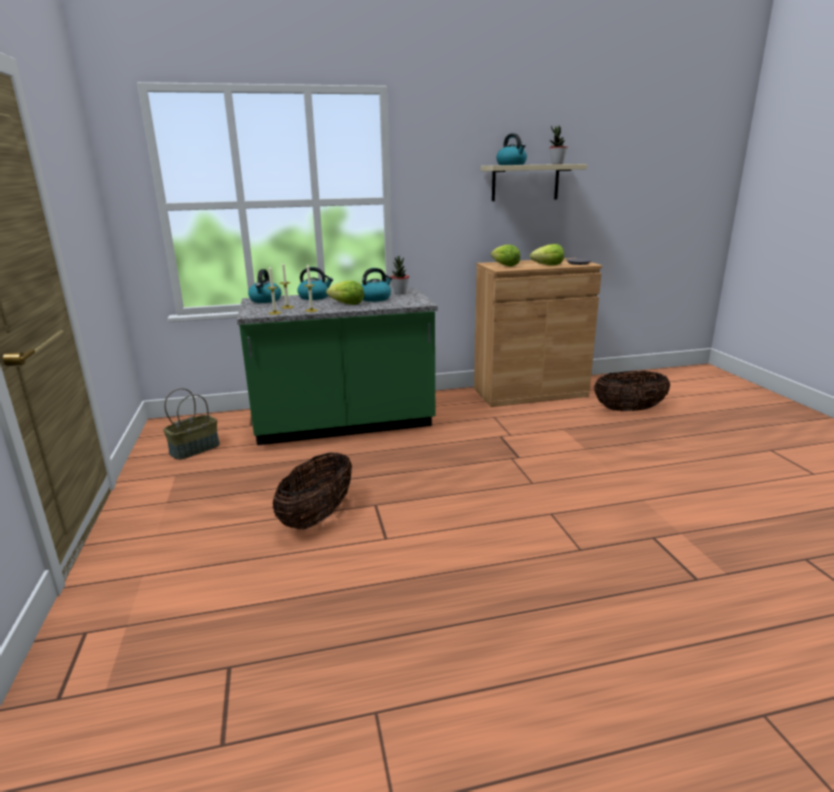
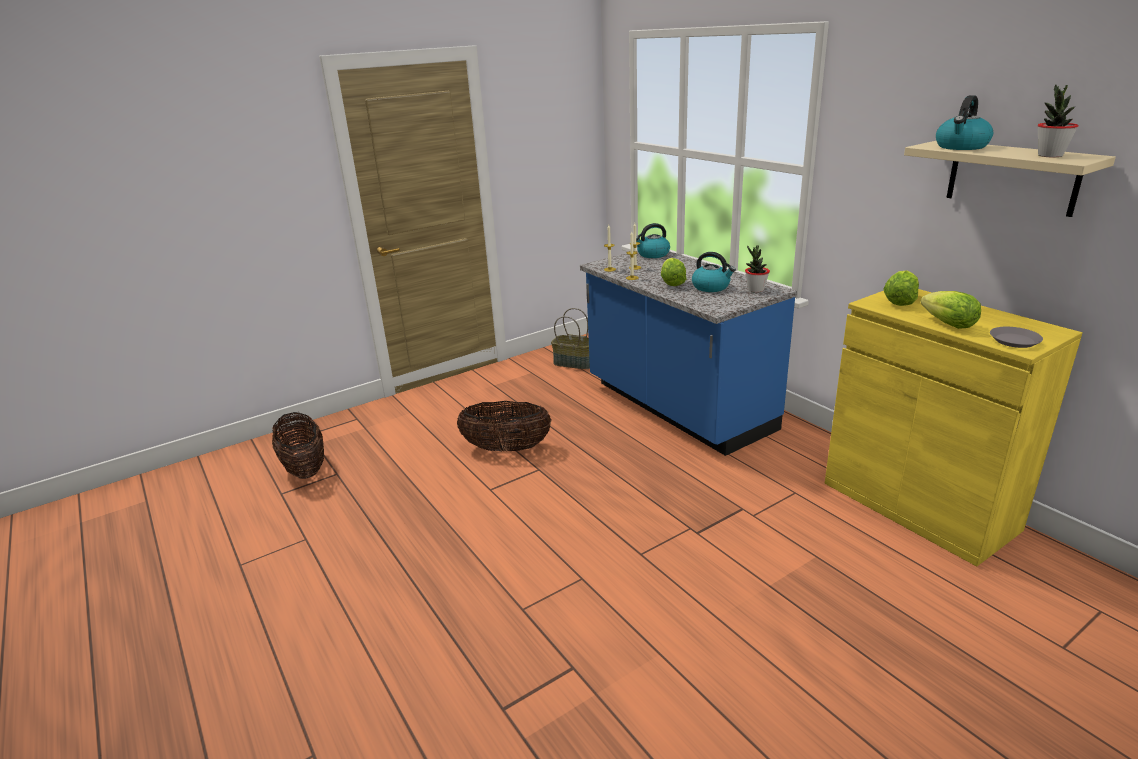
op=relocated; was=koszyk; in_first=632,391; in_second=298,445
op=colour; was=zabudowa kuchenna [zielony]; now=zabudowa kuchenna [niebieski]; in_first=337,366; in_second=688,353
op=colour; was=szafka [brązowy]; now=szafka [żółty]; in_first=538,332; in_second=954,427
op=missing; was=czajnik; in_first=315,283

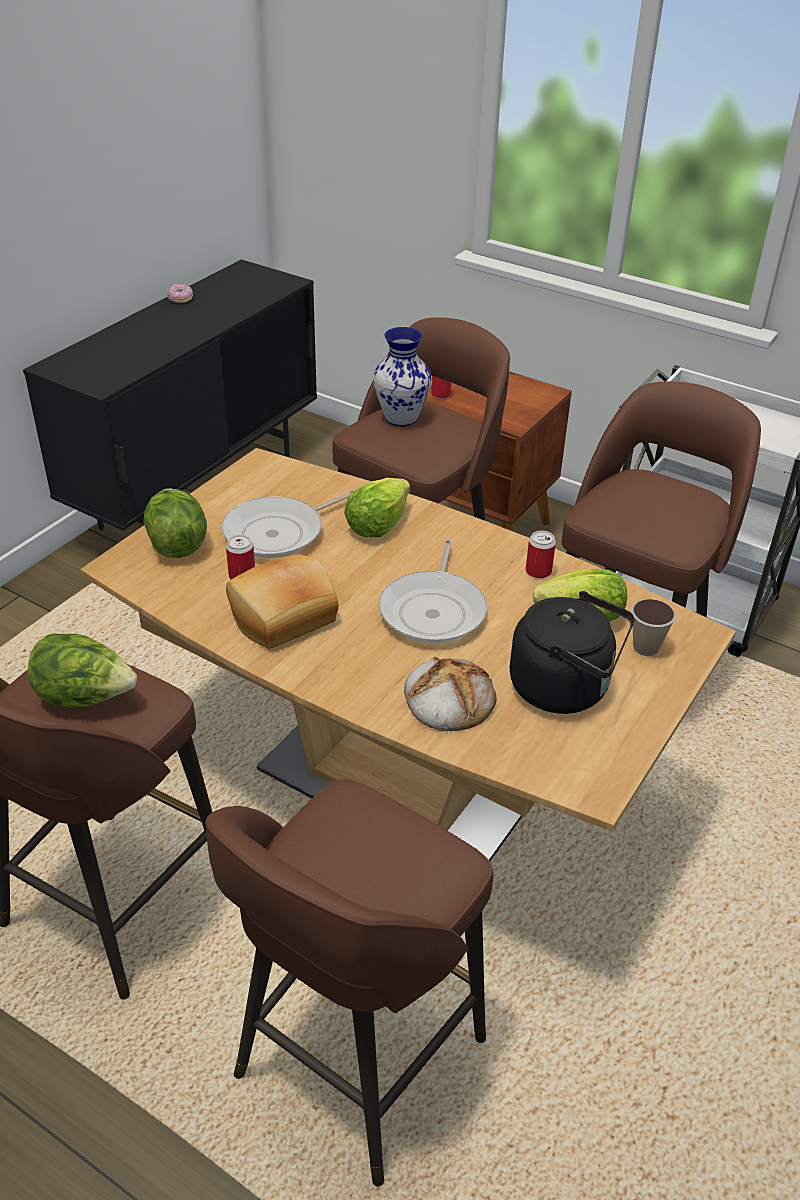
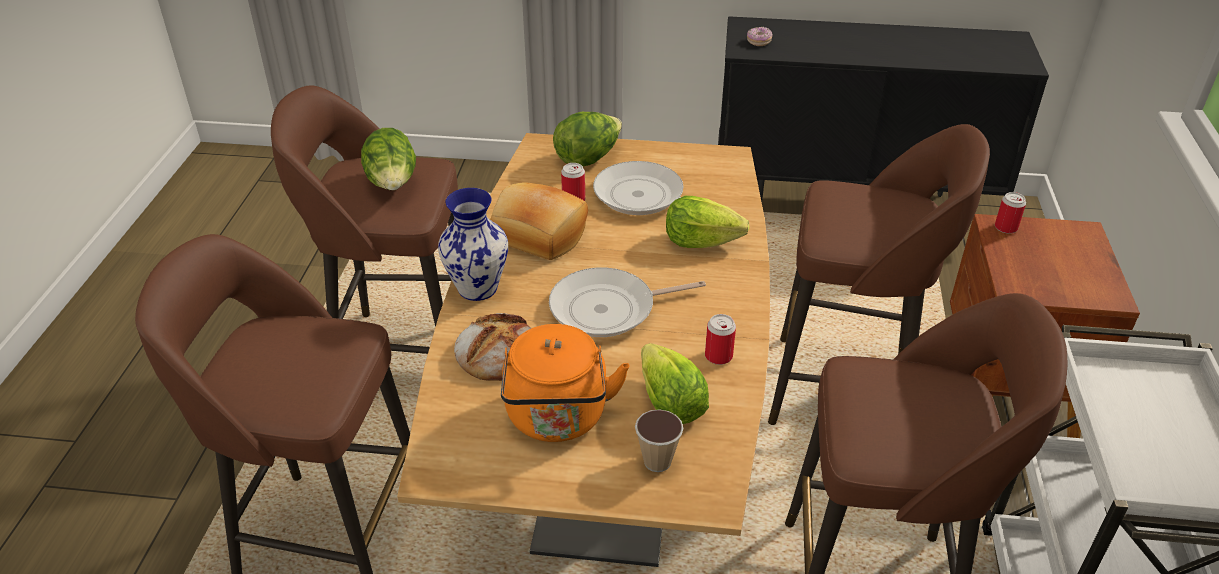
op=relocated; was=wazon; in_first=402,376; in_second=473,244
op=colour; was=czajnik [czarny]; now=czajnik [pomarańczowy]; in_first=572,652; in_second=565,383
op=relocated; was=donut; in_first=180,293; in_second=760,36

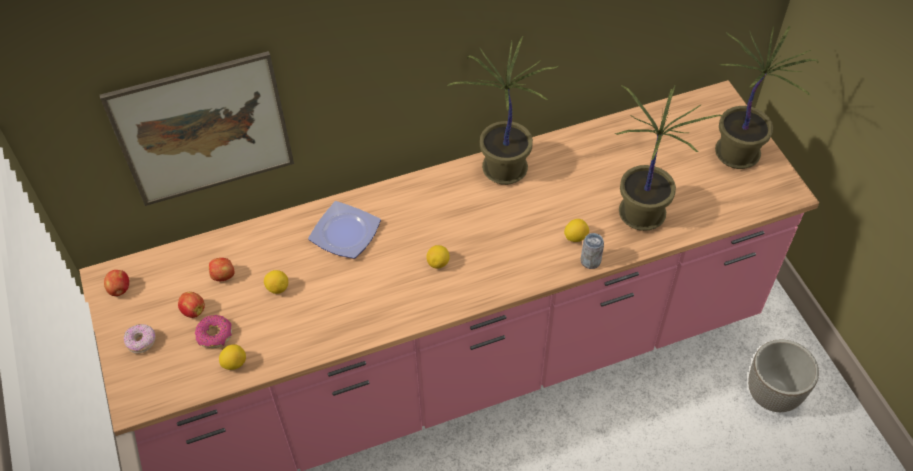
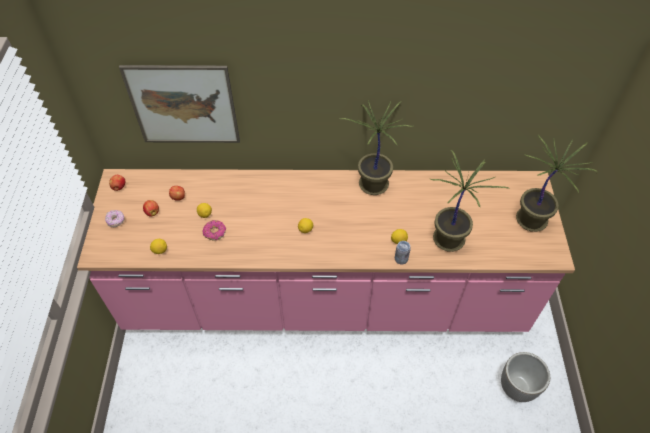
op=relocated; was=donut; in_first=213,331; in_second=214,230
op=missing; was=talerz; in_first=344,230

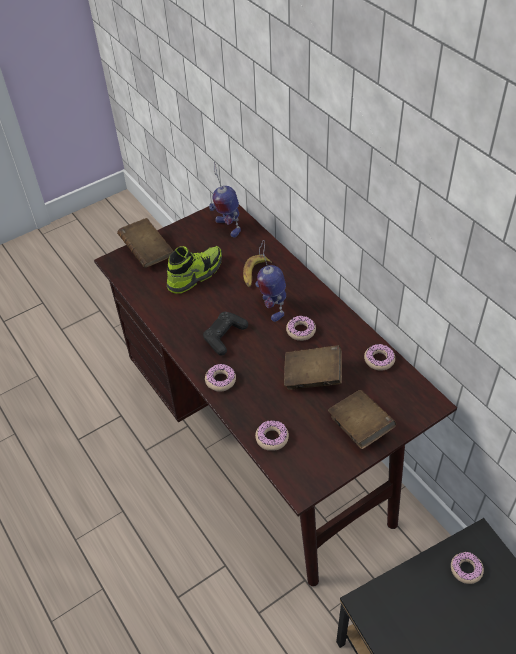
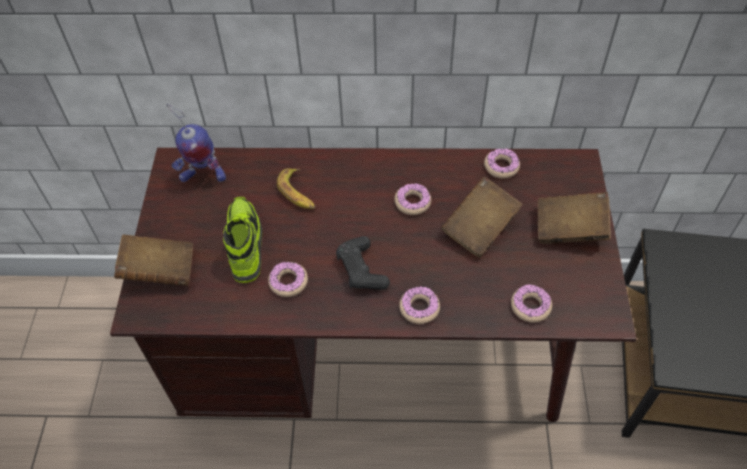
op=relocated; was=donut; in_first=467,568; in_second=288,279
op=missing; was=robot zabawkowy; in_first=270,281

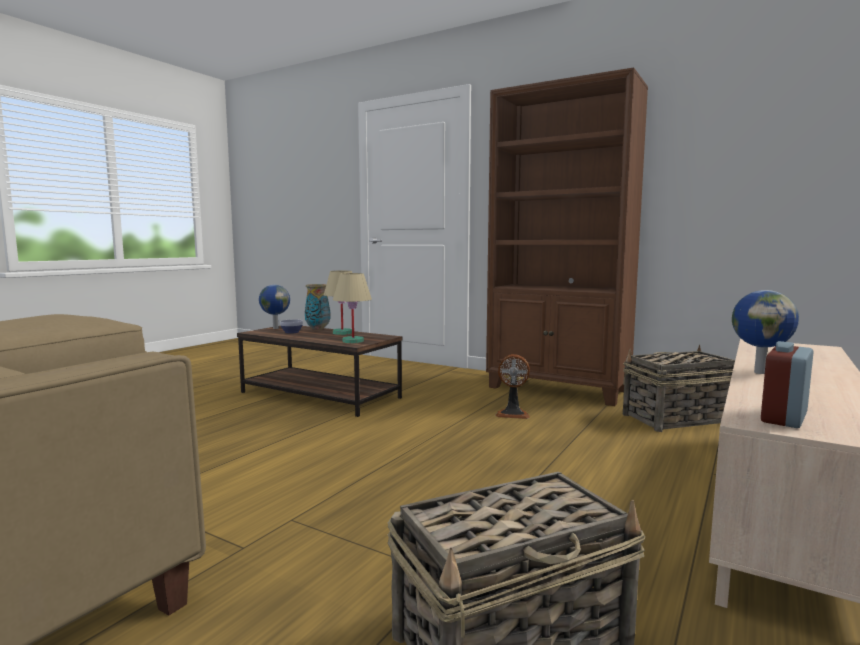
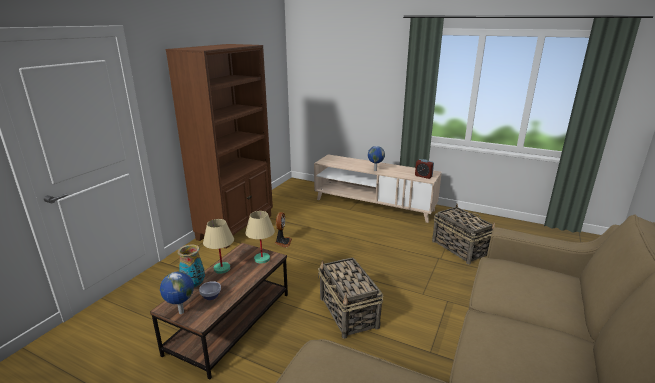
op=relocated; was=koszyk; in_first=679,388; in_second=350,298

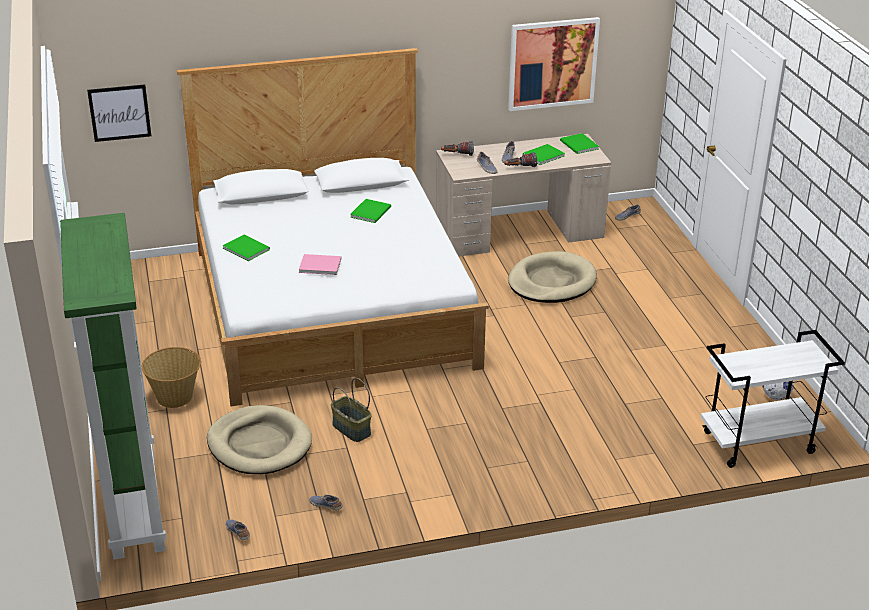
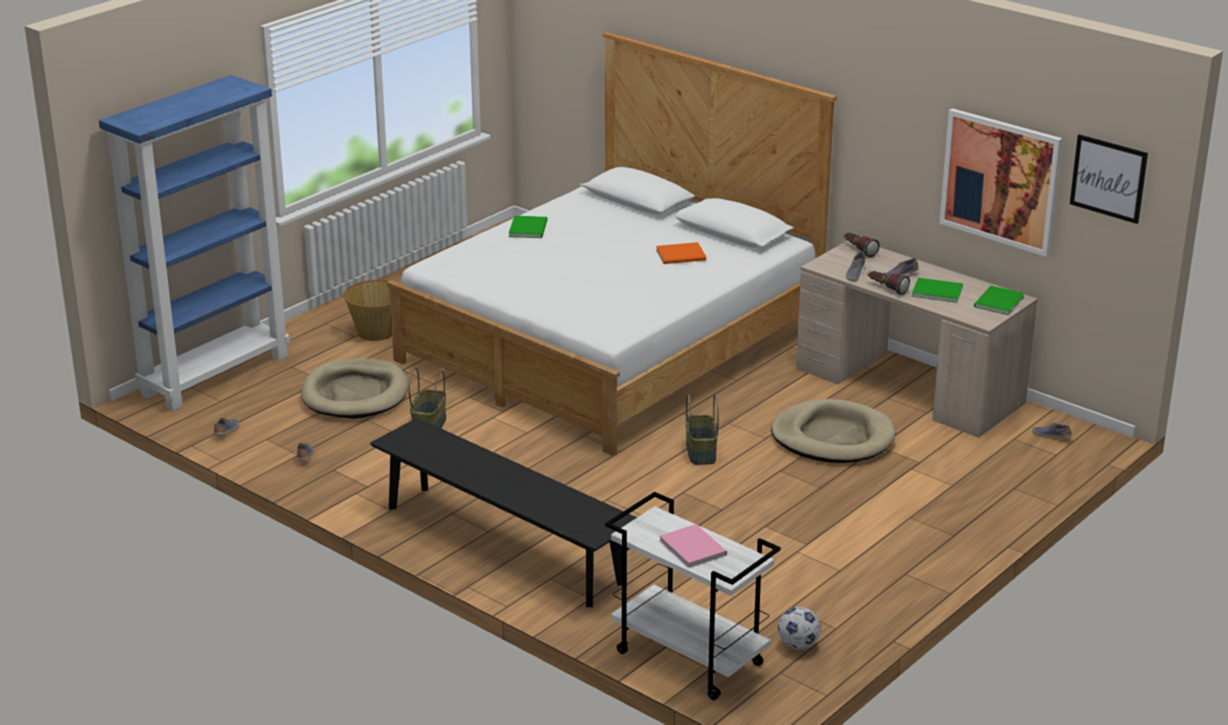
op=colour; was=regał [zielony]; now=regał [niebieski]; in_first=113,386; in_second=194,243
op=appeared; now=ławka [czarny]; in_second=503,512
op=colour; was=książka [zielony]; now=książka [pomarańczowy]; in_first=370,211; in_second=681,253
op=relocated; was=książka [różowy]; in_first=320,264; in_second=693,546
op=appeared; now=koszyk; in_second=702,429
op=relocated; was=obraz; in_first=119,113; in_second=1109,179

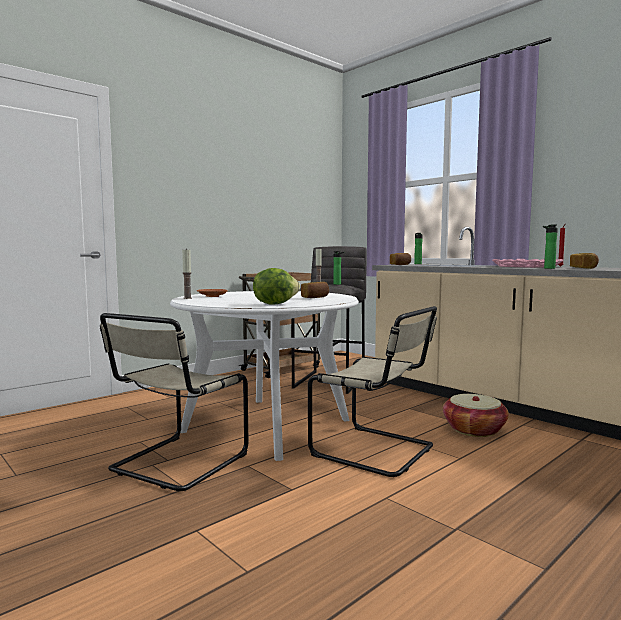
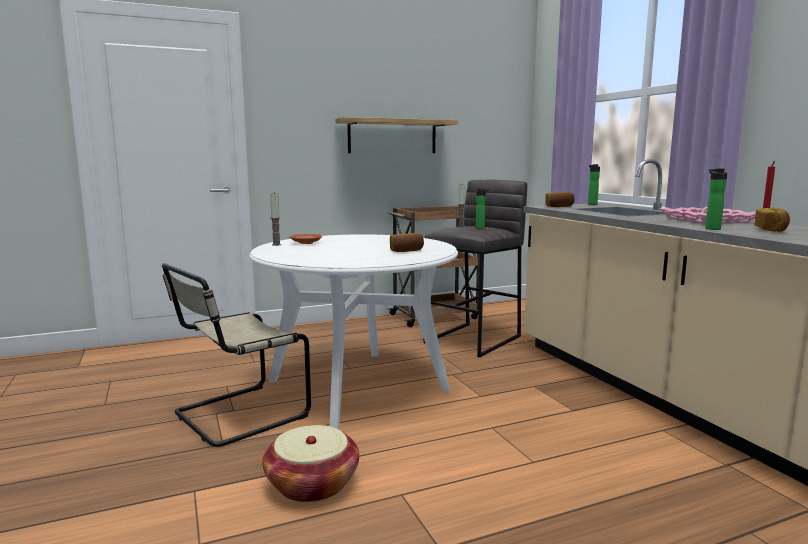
op=relocated; was=koszyk; in_first=476,415; in_second=311,463
op=appeared; now=półka; in_second=396,135
op=missing; was=sałata; in_first=276,286
op=missing; was=krzesło [beżowy]; in_first=372,391

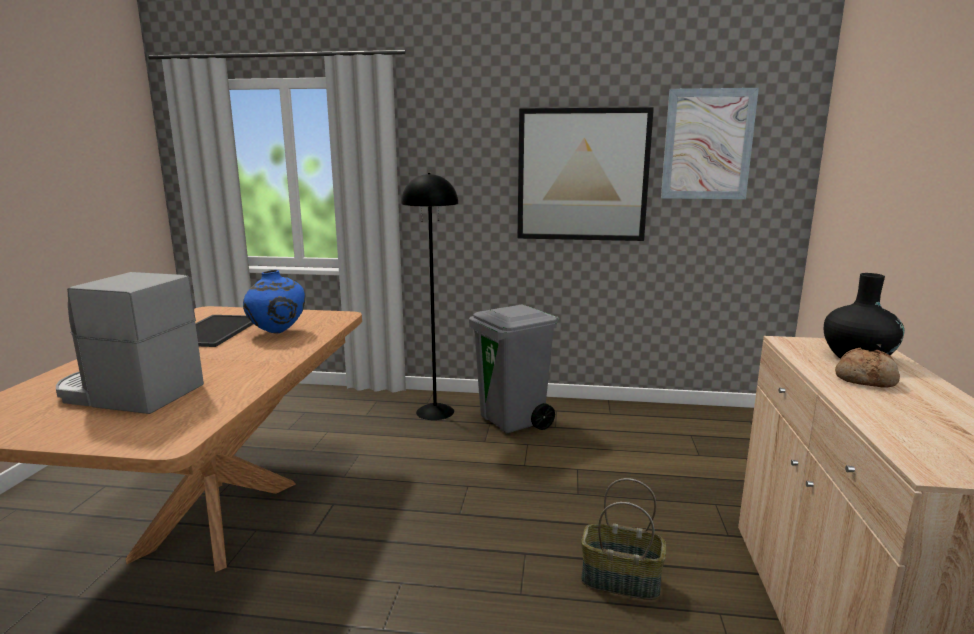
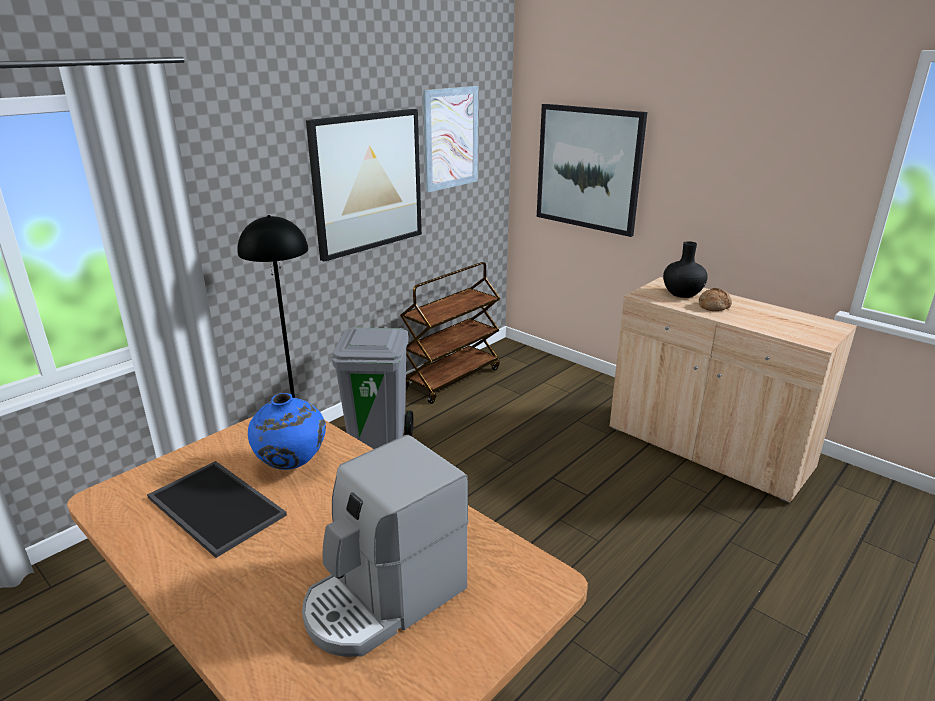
op=appeared; now=wózek [brązowy]; in_second=450,333
op=appeared; now=obraz; in_second=592,170
op=missing; was=koszyk; in_first=623,539

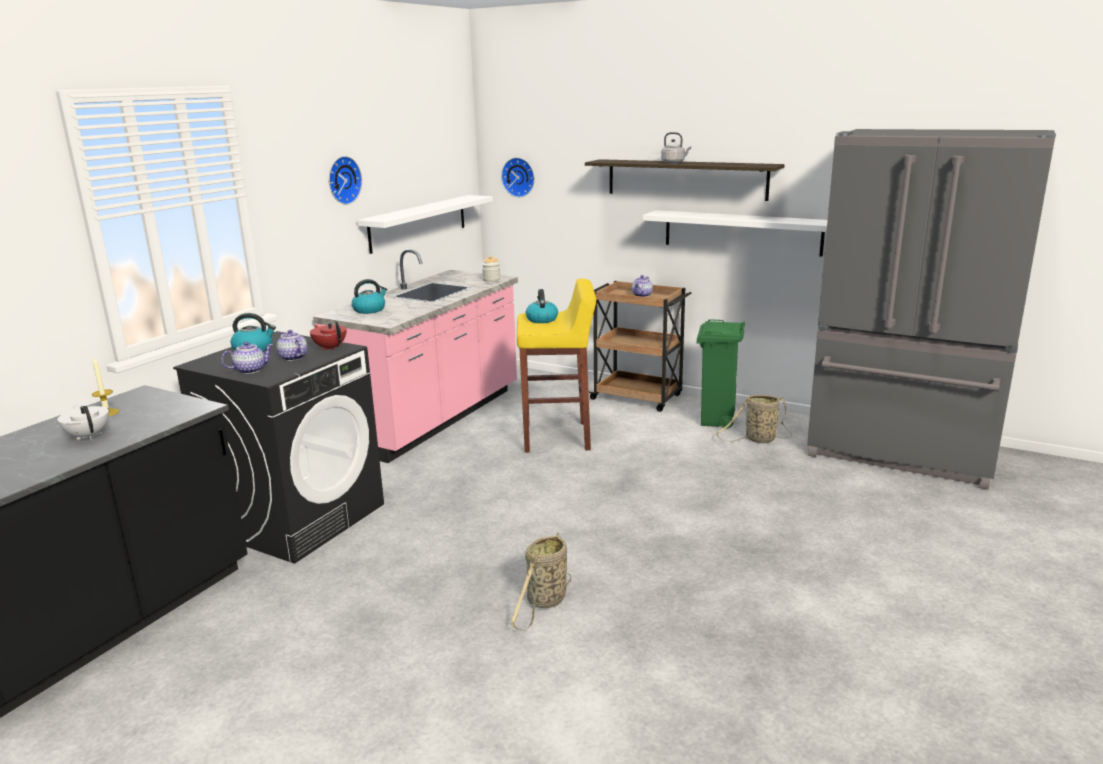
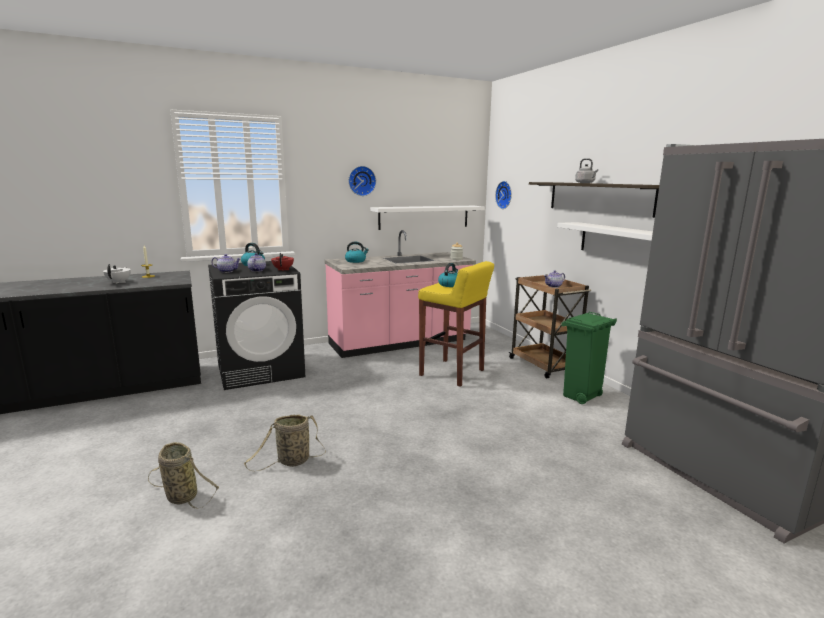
op=relocated; was=koszyk; in_first=754,419; in_second=183,475

